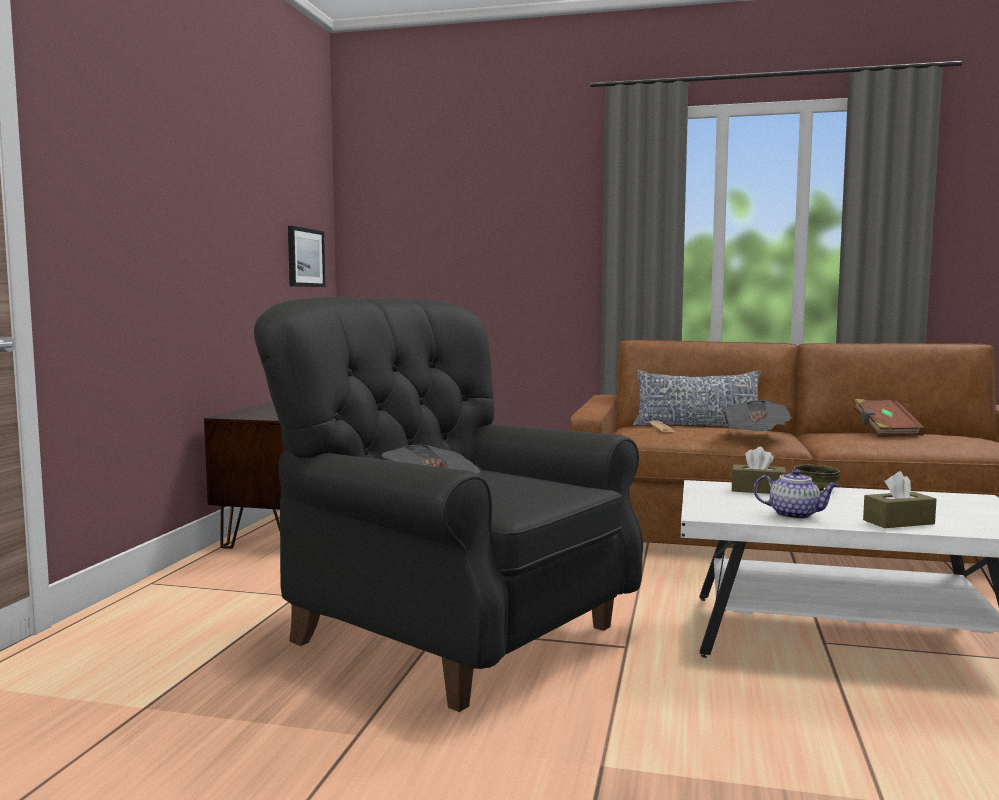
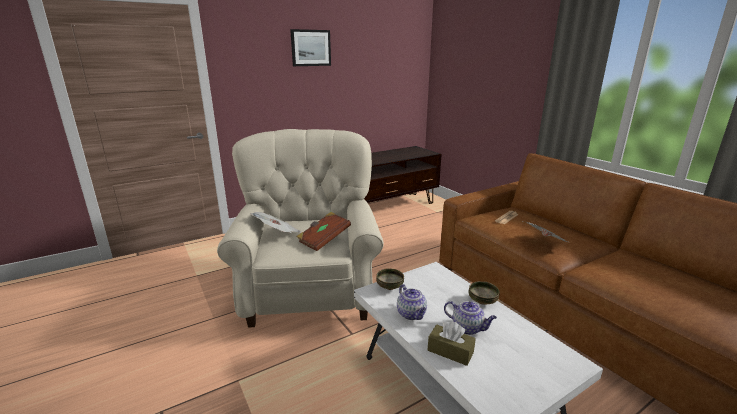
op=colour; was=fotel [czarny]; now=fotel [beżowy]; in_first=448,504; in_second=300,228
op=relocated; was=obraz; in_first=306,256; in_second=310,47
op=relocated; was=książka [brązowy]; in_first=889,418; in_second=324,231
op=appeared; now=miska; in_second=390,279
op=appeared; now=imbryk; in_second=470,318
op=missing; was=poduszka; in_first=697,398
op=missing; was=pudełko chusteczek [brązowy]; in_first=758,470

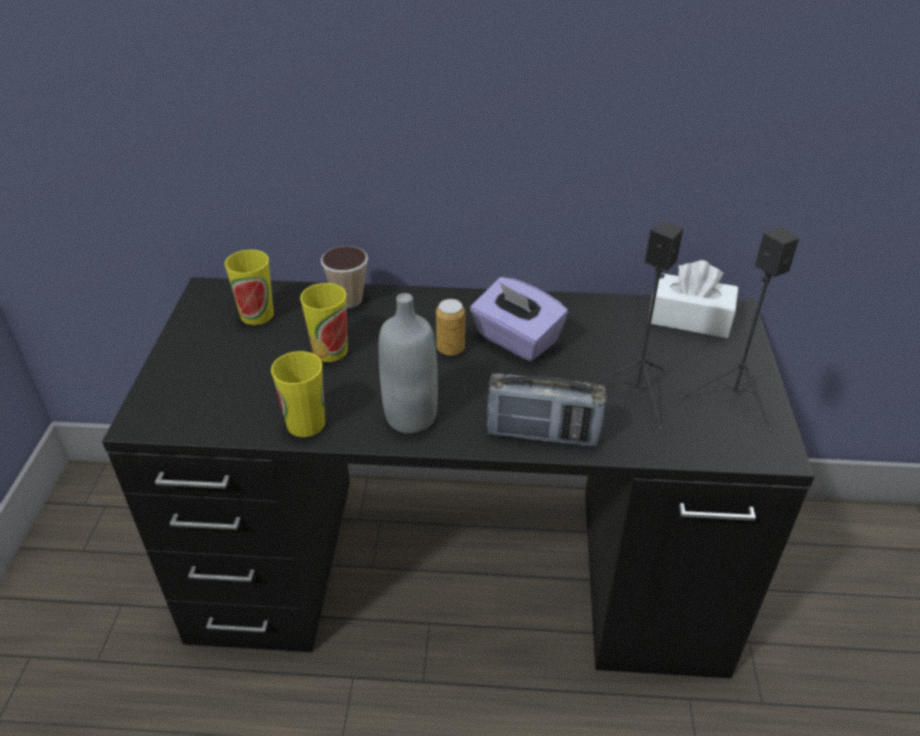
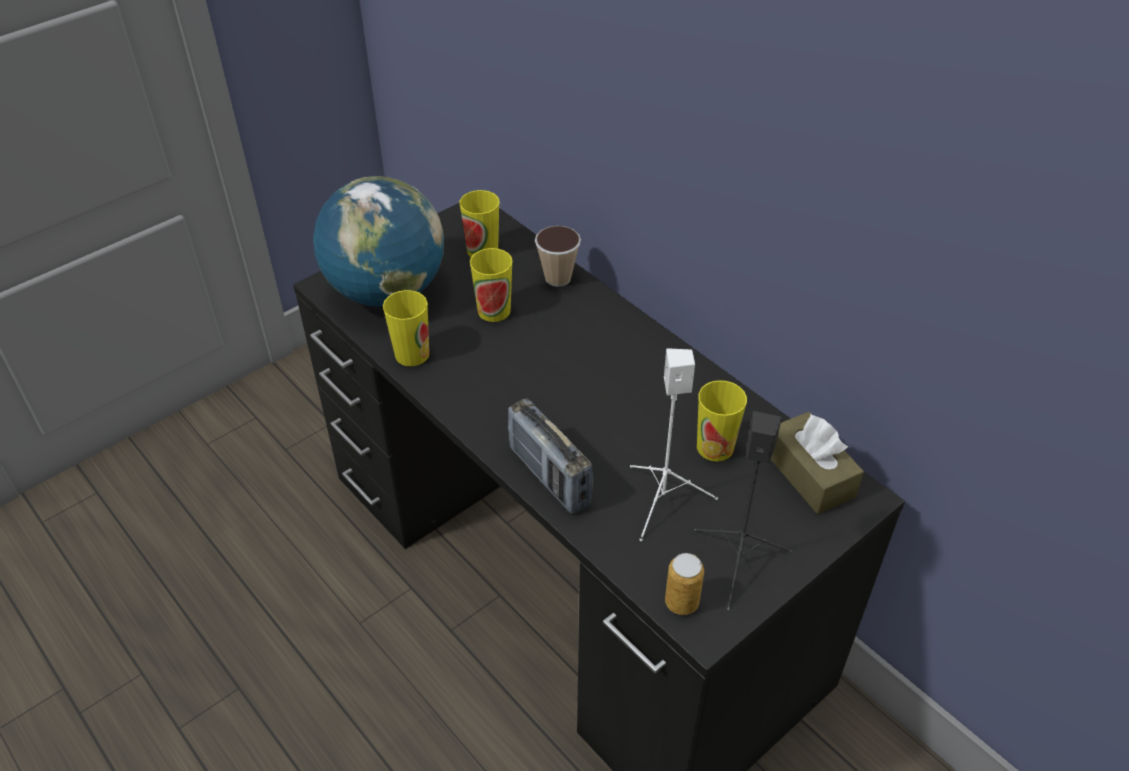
op=appeared; now=globus; in_second=378,241
op=colour; was=głośnik [czarny]; now=głośnik [biały]; in_first=638,325; in_second=674,444
op=relocated; was=puszka; in_first=450,327; in_second=684,584
op=appeared; now=filiżanka; in_second=722,420
op=colour; was=pudełko chusteczek [biały]; now=pudełko chusteczek [brązowy]; in_first=693,299; in_second=817,463
op=missing; was=butelka [szary]; in_first=408,363
op=missing; was=pudełko chusteczek [fioletowy]; in_first=519,319

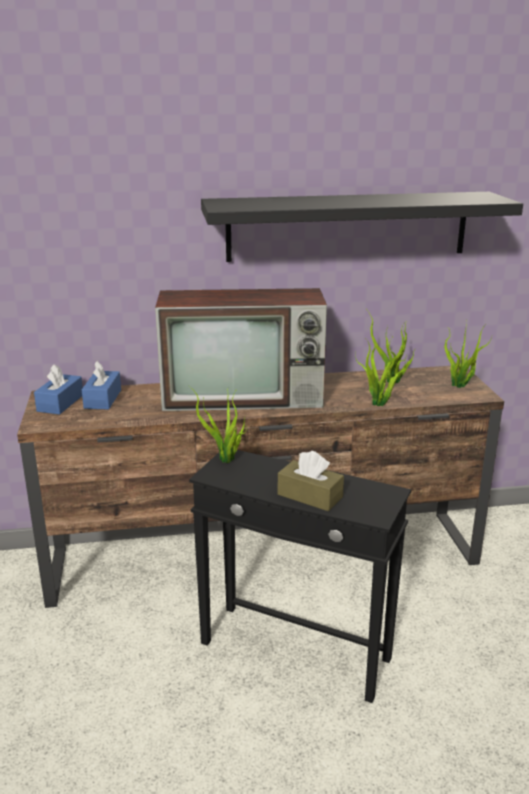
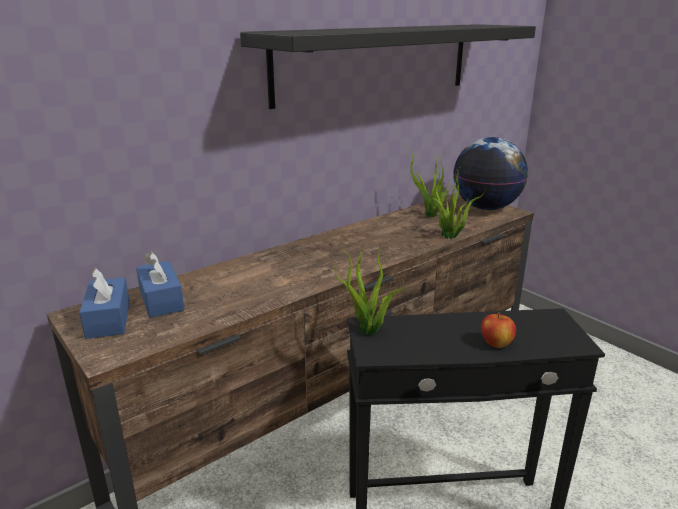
op=exchanged; was=roślina doniczkowa; now=globus; in_first=468,355; in_second=490,173
op=exchanged; was=pudełko chusteczek [brązowy]; now=jabłko; in_first=311,481; in_second=498,330
op=missing; was=telewizor; in_first=241,349

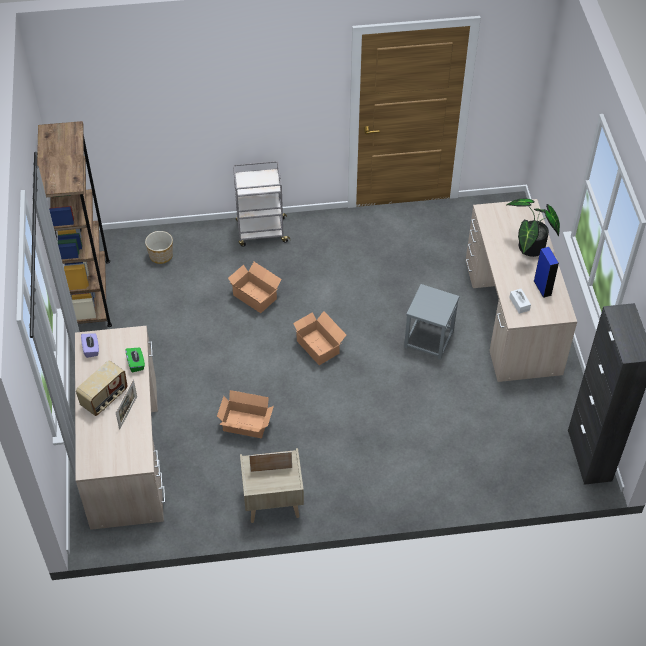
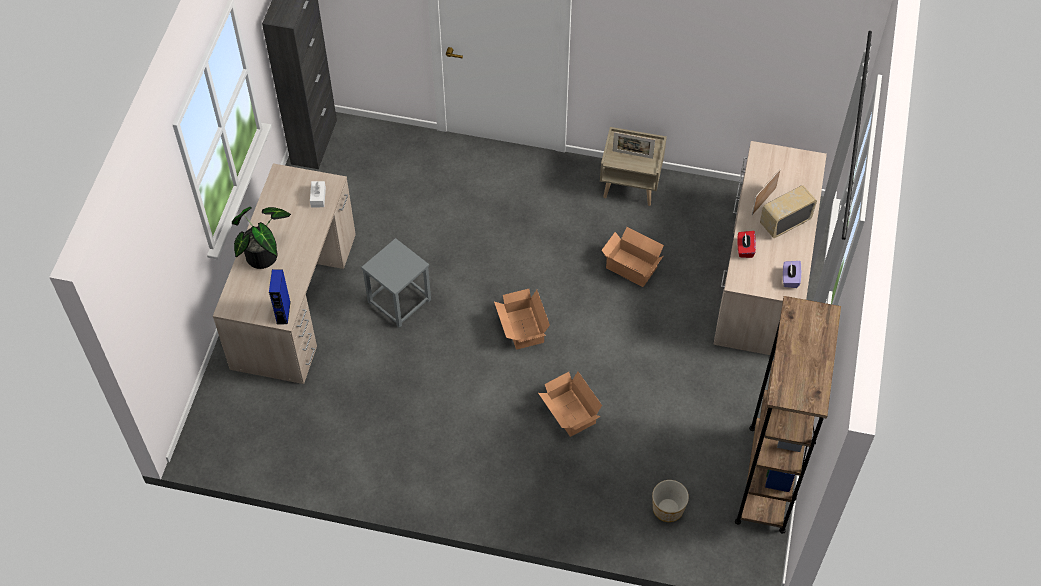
op=relocated; was=głośnik [niebieski]; in_first=546,272; in_second=280,297
op=colour; was=pudełko chusteczek [zielony]; now=pudełko chusteczek [czerwony]; in_first=135,360; in_second=747,244
op=missing; was=wózek [szary]; in_first=261,204

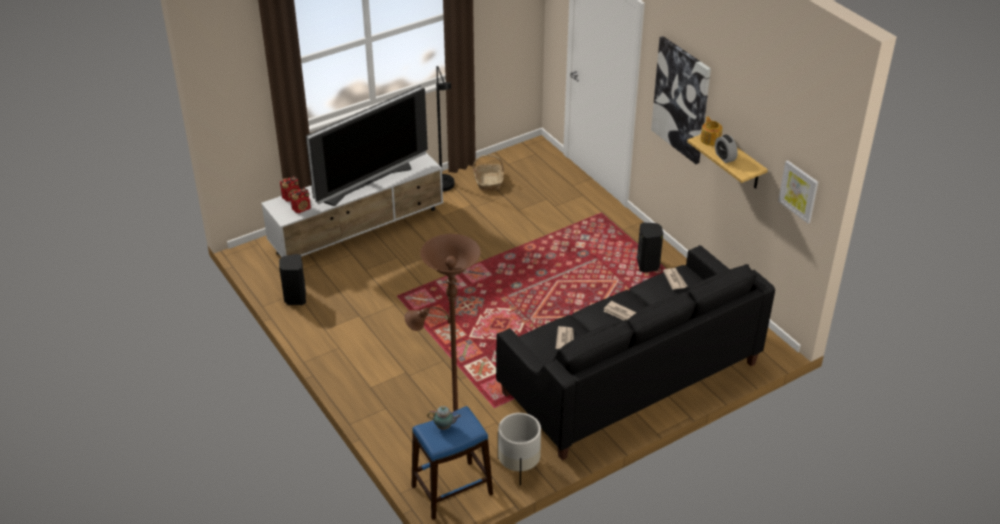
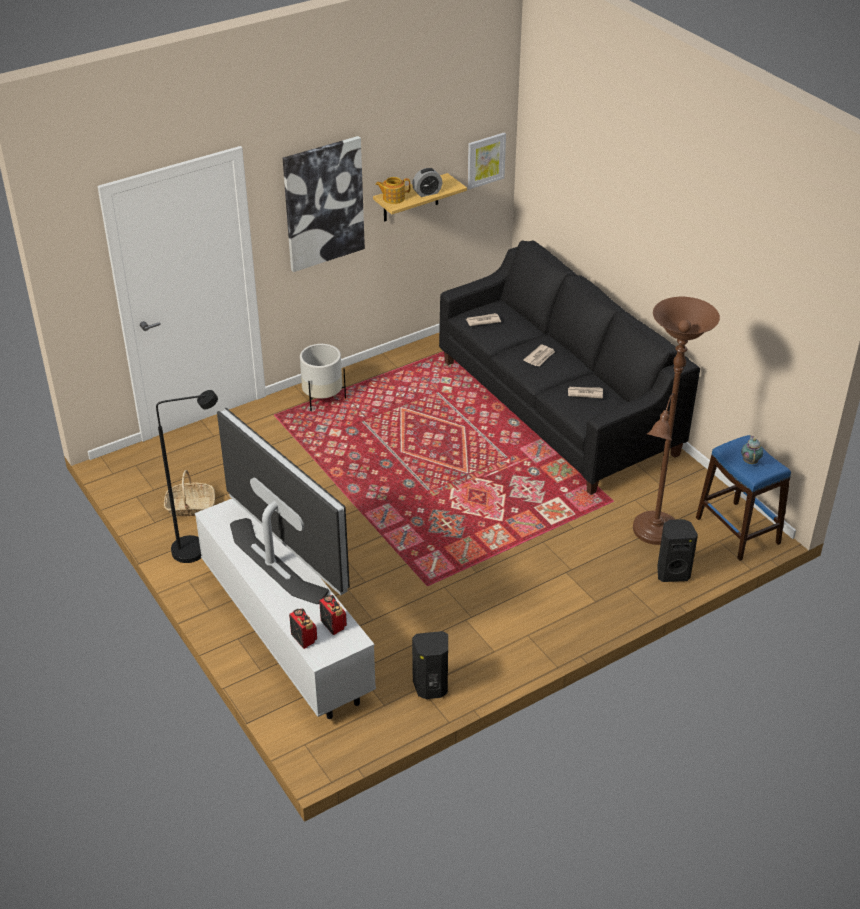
op=relocated; was=donica [biały]; in_first=519,449; in_second=323,377
op=relocated; was=głośnik [czarny]; in_first=650,248; in_second=677,550

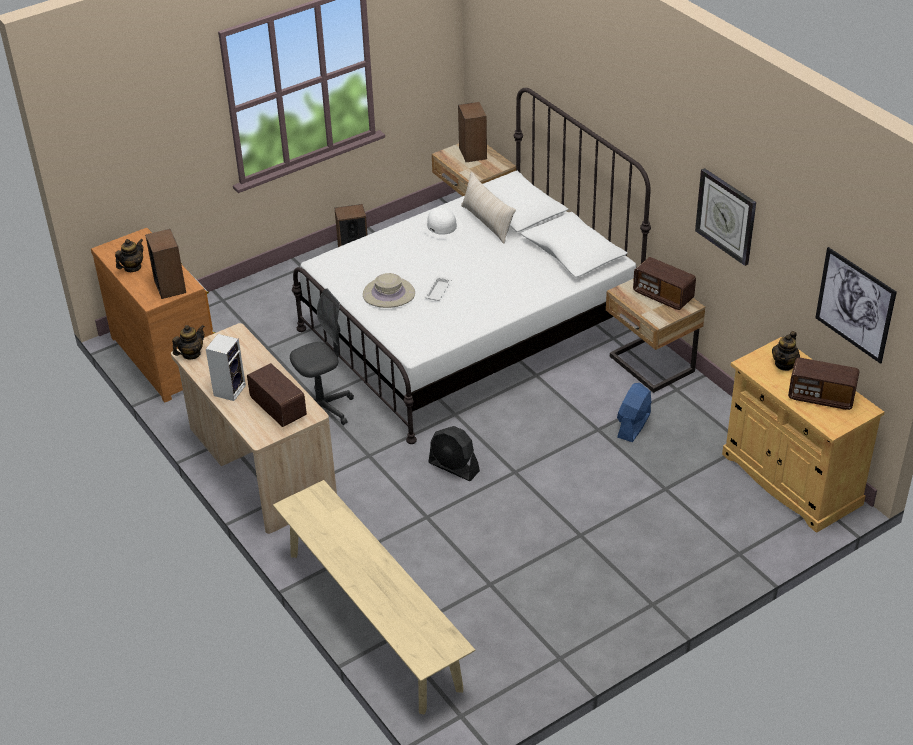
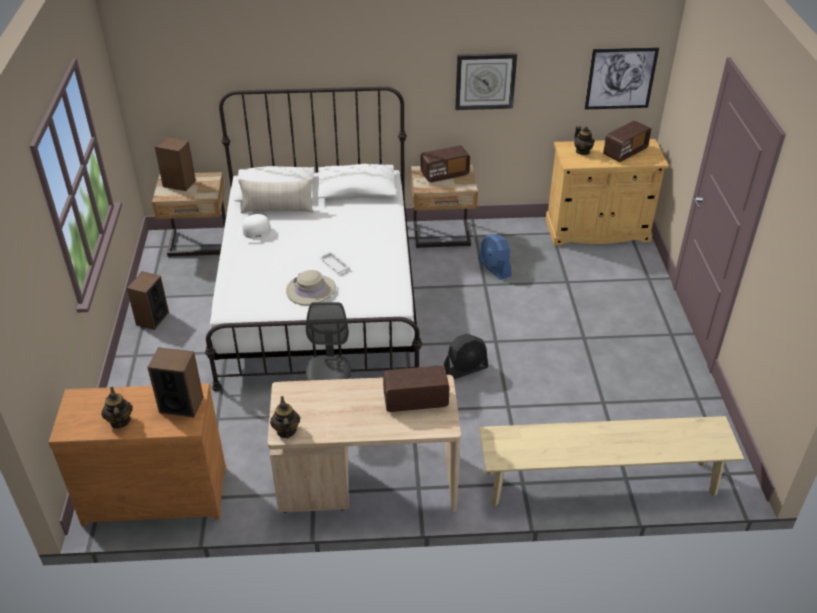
op=missing; was=głośnik; in_first=226,367

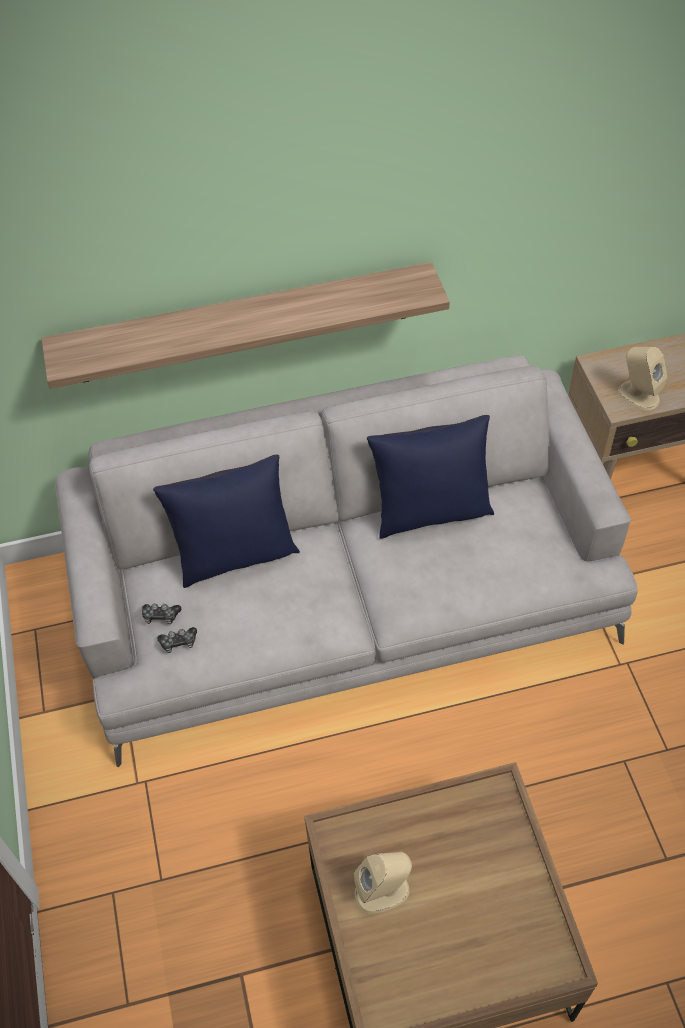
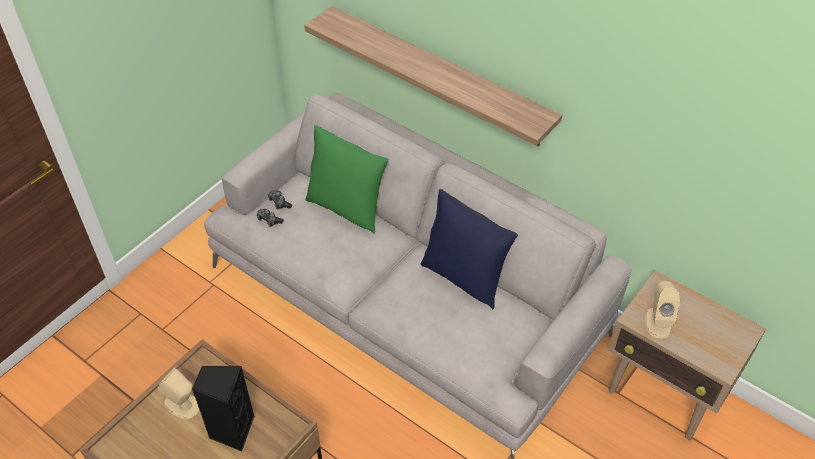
op=appeared; now=głośnik [czarny]; in_second=223,408
op=colour; was=poduszka [niebieski]; now=poduszka [zielony]; in_first=226,521; in_second=347,179

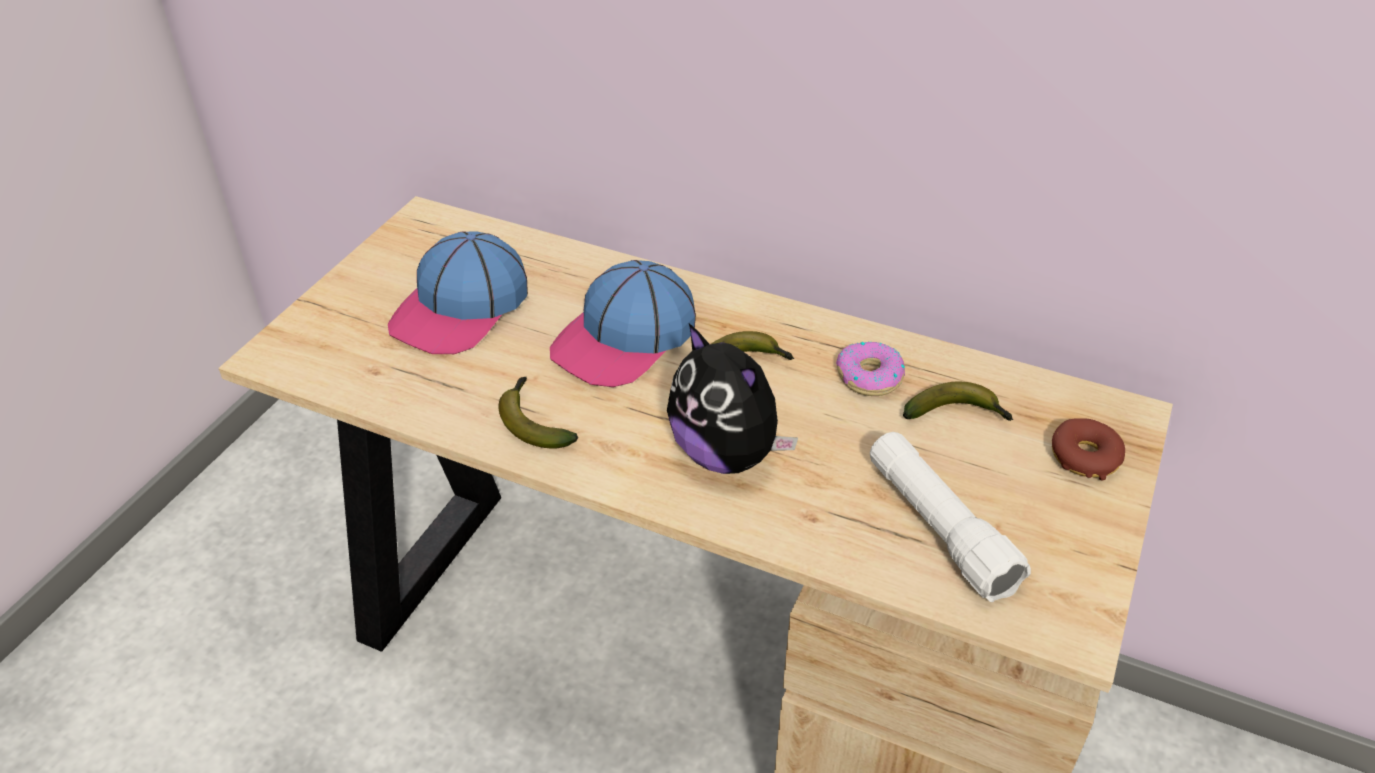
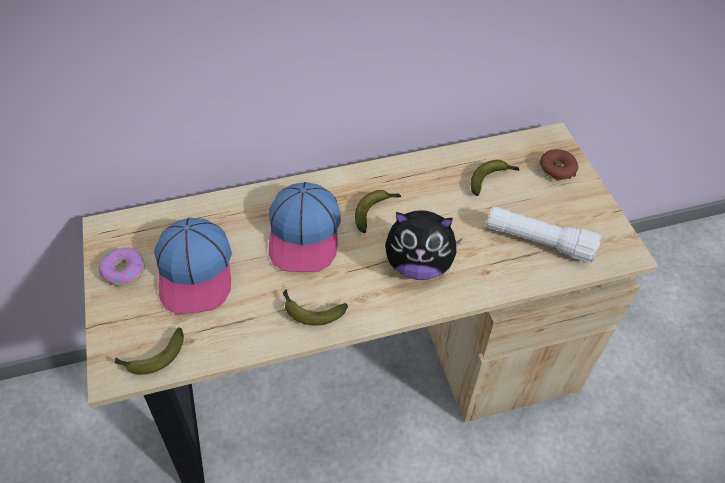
op=relocated; was=donut; in_first=870,369; in_second=122,266
op=appeared; now=banan; in_second=149,351

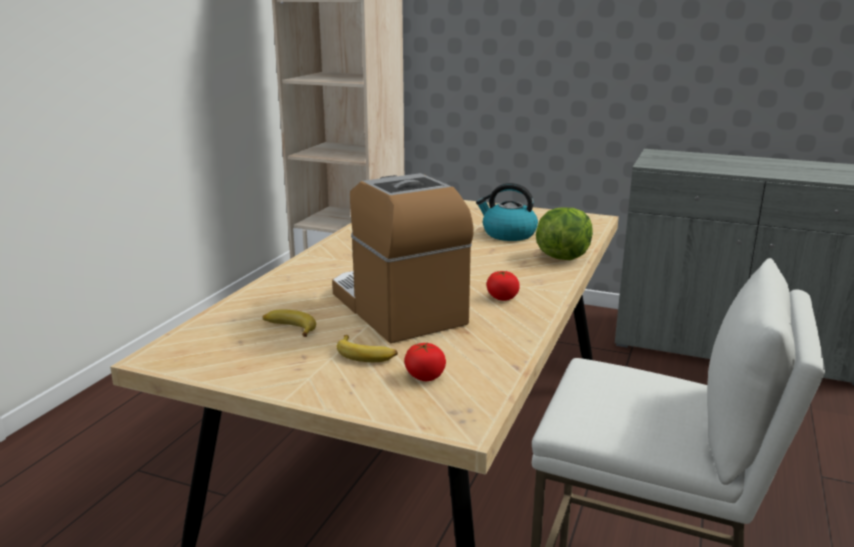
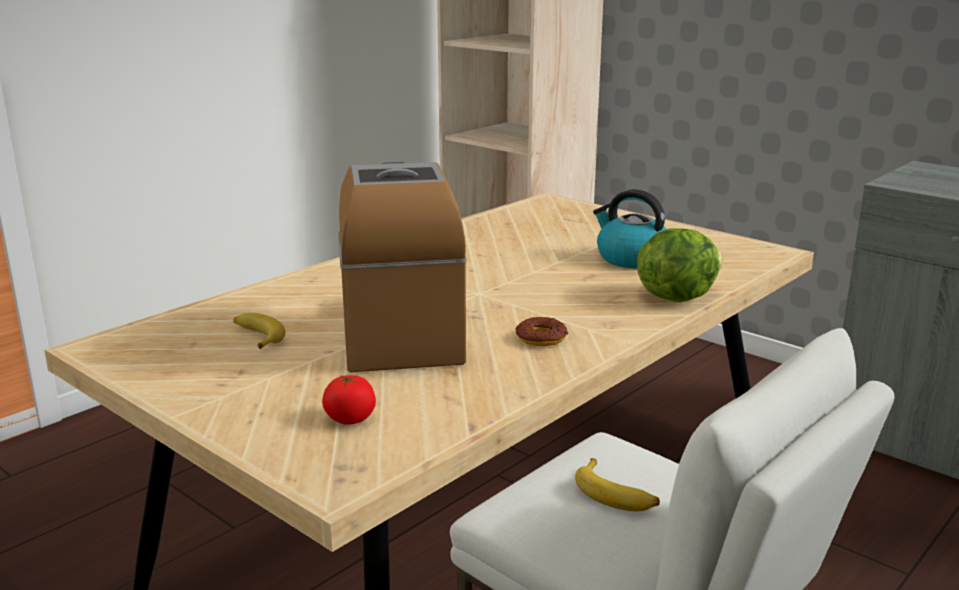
op=exchanged; was=pomidor; now=donut; in_first=503,286; in_second=541,331
op=relocated; was=banan; in_first=367,348; in_second=617,485

